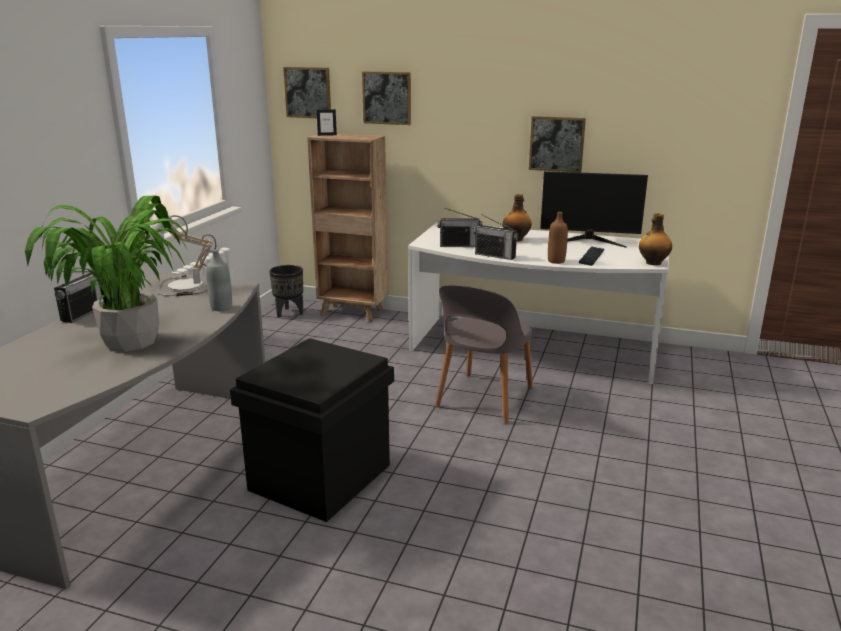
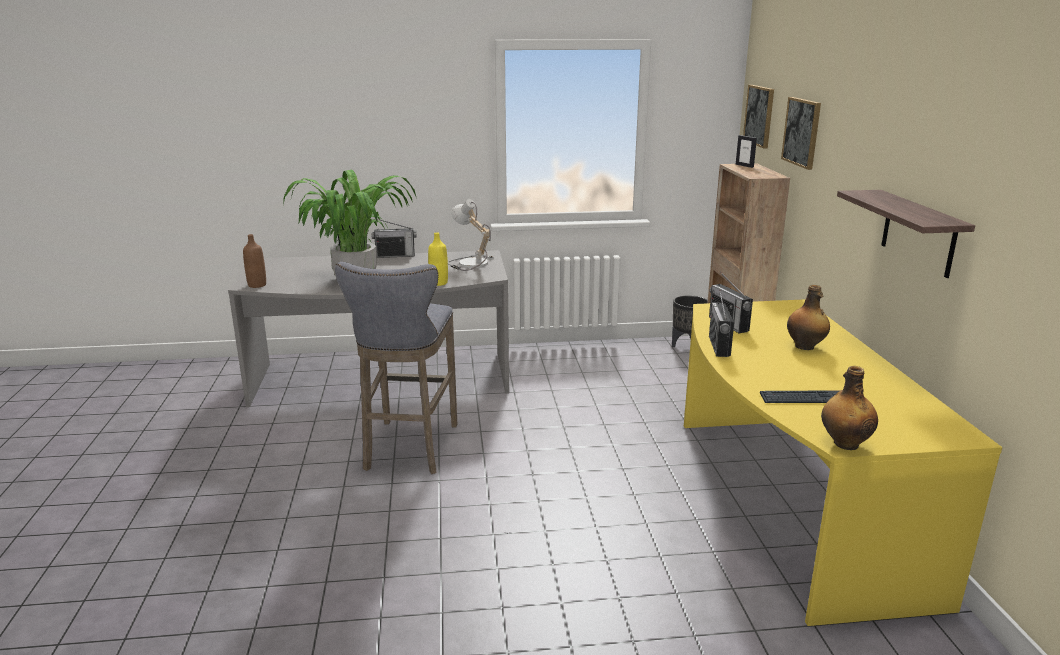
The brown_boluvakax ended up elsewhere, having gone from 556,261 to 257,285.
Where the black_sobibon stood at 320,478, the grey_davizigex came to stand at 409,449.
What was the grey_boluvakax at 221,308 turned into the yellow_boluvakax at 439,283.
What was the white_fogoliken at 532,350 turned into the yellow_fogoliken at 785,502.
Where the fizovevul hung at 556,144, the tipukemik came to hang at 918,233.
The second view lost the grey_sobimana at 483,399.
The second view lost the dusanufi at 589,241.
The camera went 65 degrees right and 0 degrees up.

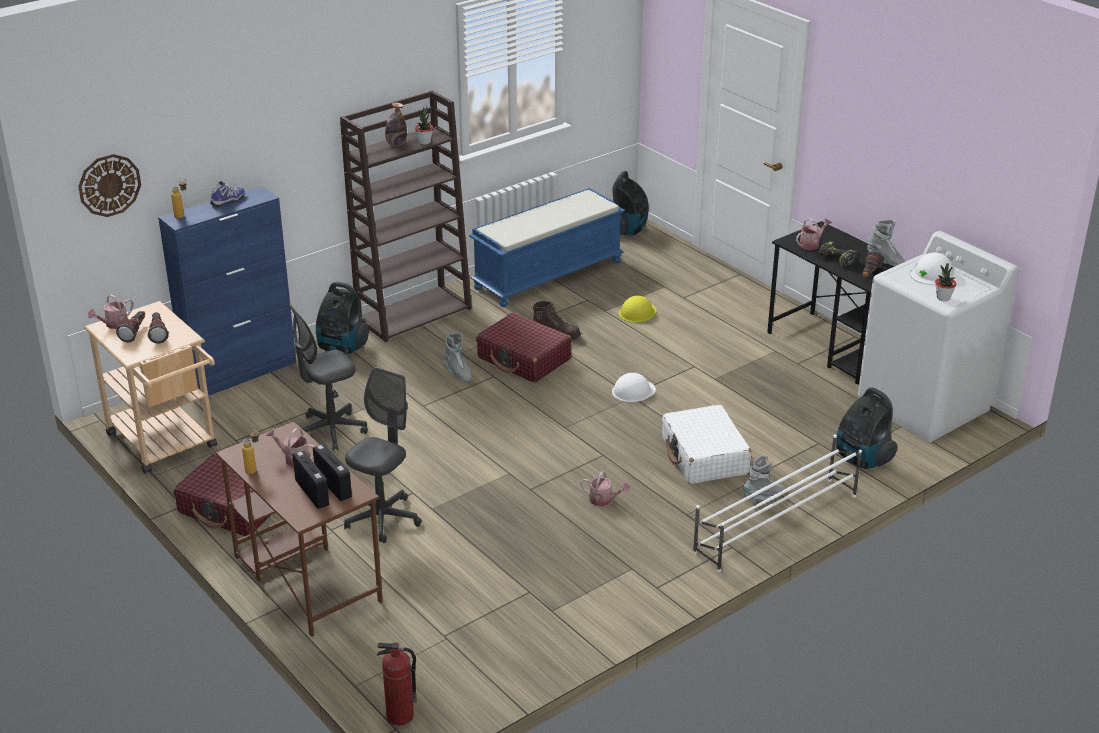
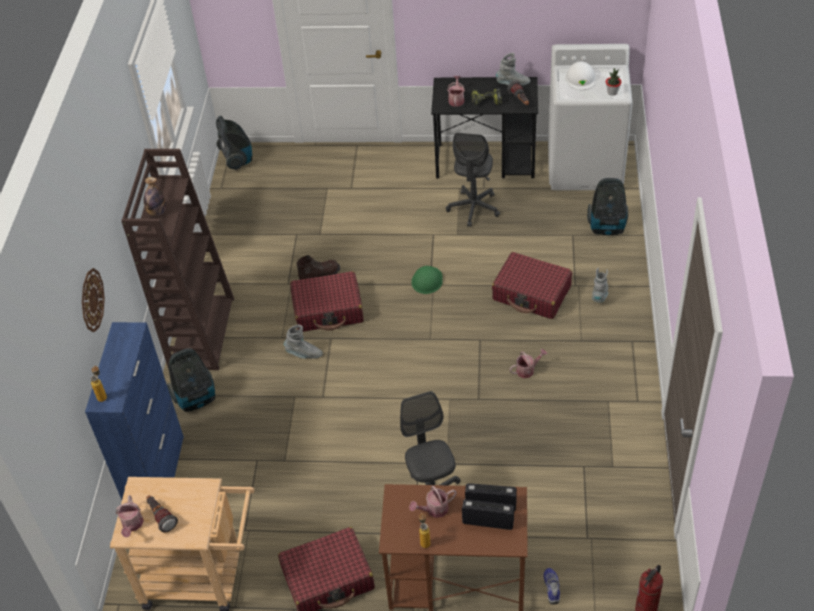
The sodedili ended up elsewhere, having gone from 109,185 to 92,300.
What was the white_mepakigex at 633,391 turned into the green_mepakigex at 427,280.
The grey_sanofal ended up elsewhere, having gone from 331,431 to 473,208.
What was the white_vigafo at 704,456 turned into the red_vigafo at 532,293.
The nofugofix ended up elsewhere, having gone from 228,201 to 552,588.
The second view lost the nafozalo at 158,333.
The second view lost the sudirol at 424,142.
The second view lost the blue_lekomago at 548,274.
The second view lost the yellow_mepakigex at 637,312.
The second view lost the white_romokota at 775,524.
The camera went 45 degrees left and 15 degrees up.

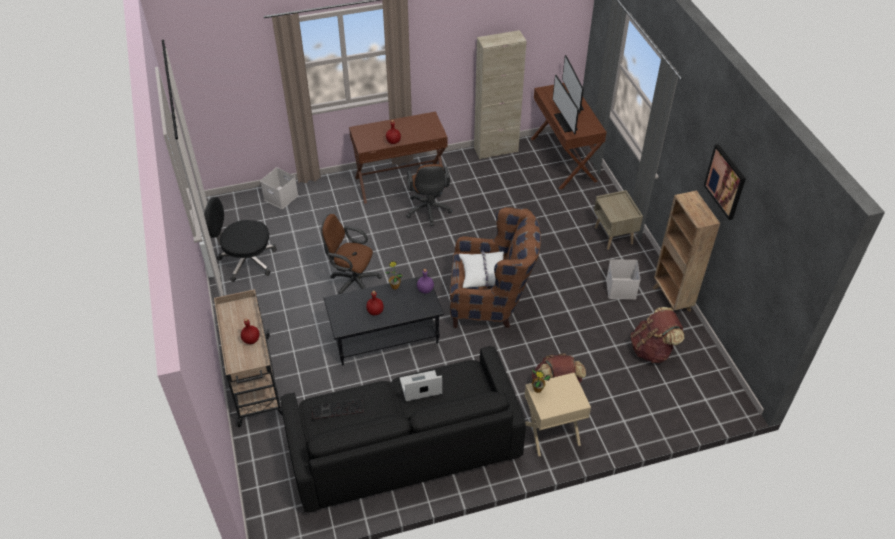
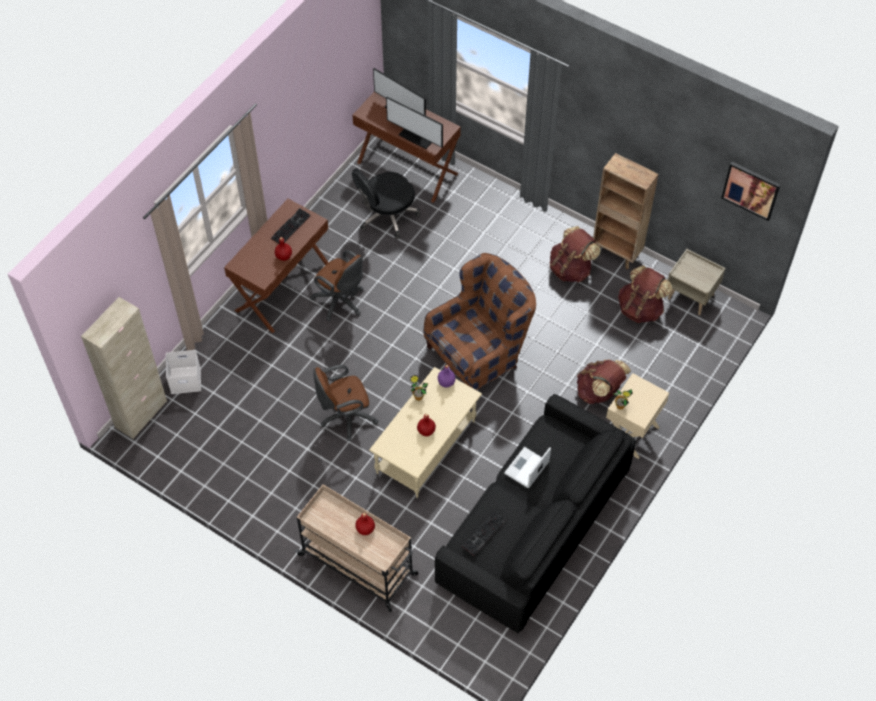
The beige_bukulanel ended up elsewhere, having gone from 496,150 to 141,414.
The second view gained the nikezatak at 290,226.
The black_sanofal ended up elsewhere, having gone from 246,261 to 386,216.
What was the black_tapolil at 385,337 turned into the beige_tapolil at 426,448.
Where the white_sobibon stood at 621,289, the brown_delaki came to stand at 571,269.
The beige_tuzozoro ended up elsewhere, having gone from 614,236 to 691,297.
The fizovevul ended up elsewhere, having gone from 725,181 to 751,190.
The second view lost the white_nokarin at 483,273.
The camera went 40 degrees left and 10 degrees up.

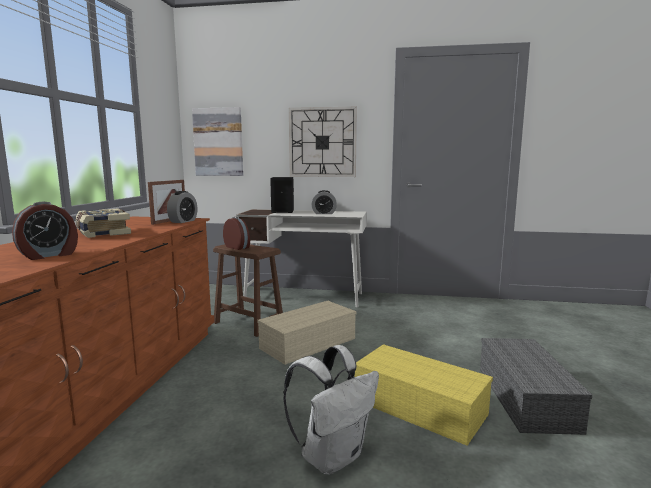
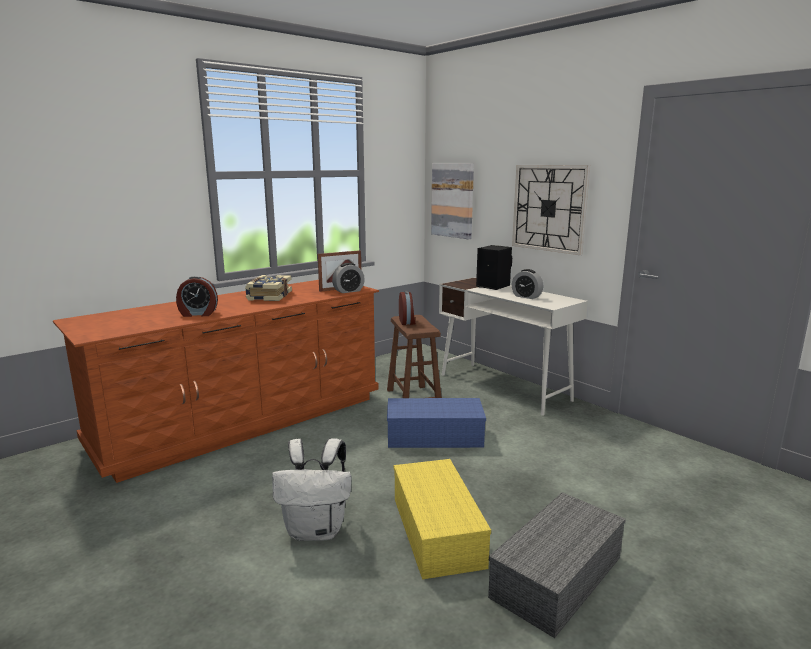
What was the beige_sobibon at 308,342 turned into the blue_sobibon at 436,435.
The camera went 40 degrees right and 5 degrees up.

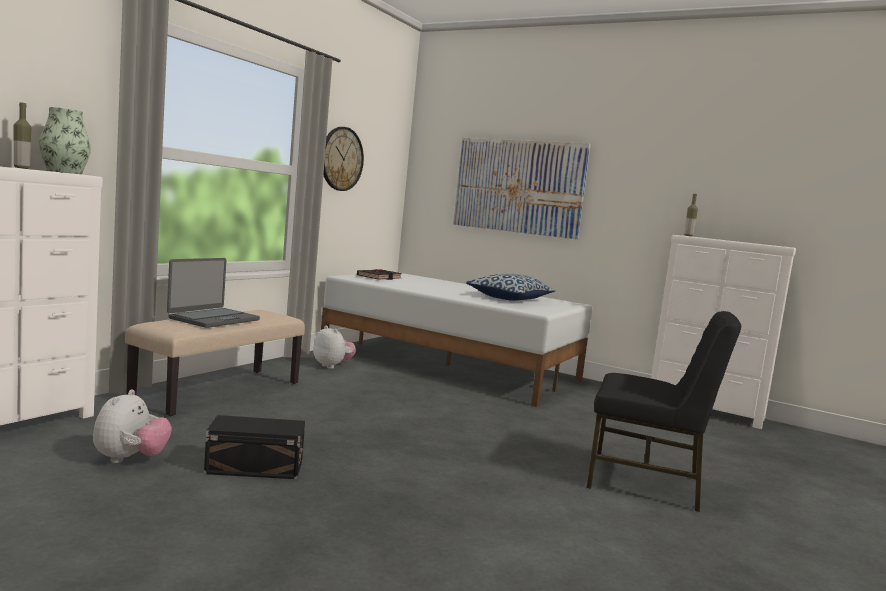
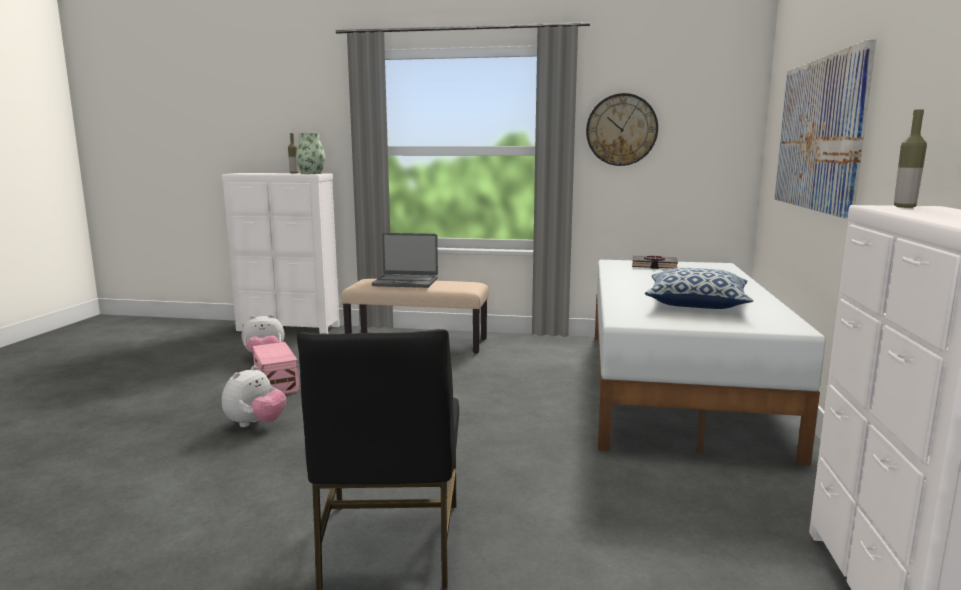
The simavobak ended up elsewhere, having gone from 332,366 to 255,424.
What was the black_sobibon at 256,468 turned into the pink_sobibon at 275,384.
The camera went 70 degrees right and 5 degrees up.

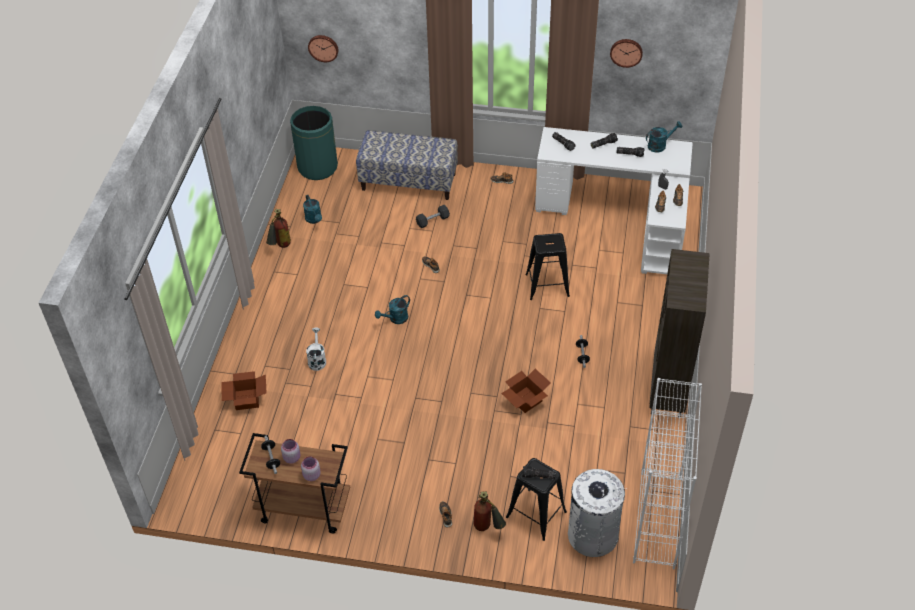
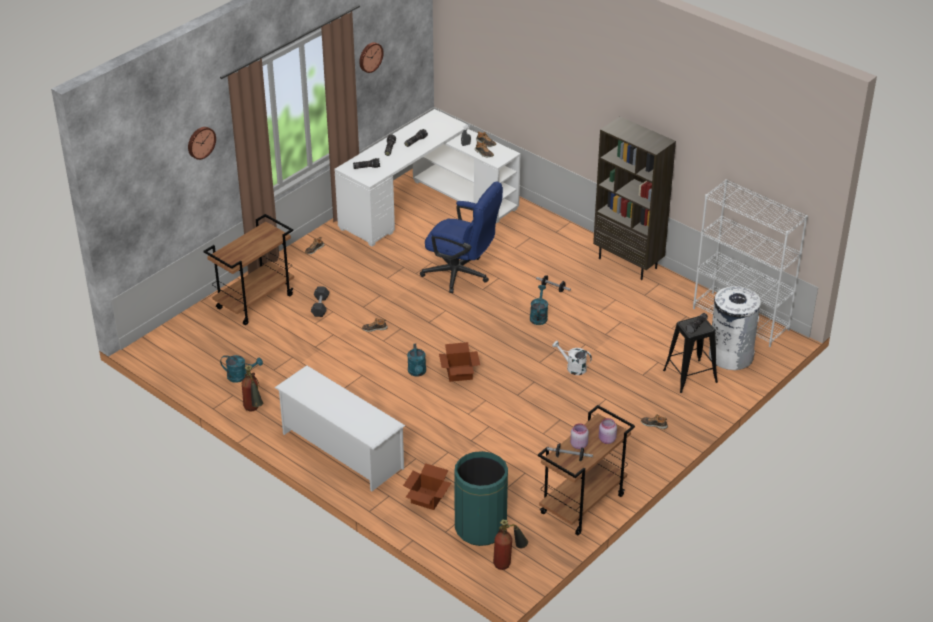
The sodedili ended up elsewhere, having gone from 323,47 to 200,142.
Where the lekomago stood at 409,181, the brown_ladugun came to stand at 255,301.
The second view gained the white_romokota at 341,450.
Where the black_davizigex stood at 547,285, the blue_sanofal came to stand at 462,275.
The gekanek ended up elsewhere, having gone from 524,400 to 459,373.
The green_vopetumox ended up elsewhere, having gone from 317,167 to 480,528.
The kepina ended up elsewhere, having gone from 488,528 to 508,562.
The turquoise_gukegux ended up elsewhere, having gone from 660,145 to 538,316.
The white_gukegux ended up elsewhere, having gone from 317,359 to 572,367.
The camera went 60 degrees left and 10 degrees down.

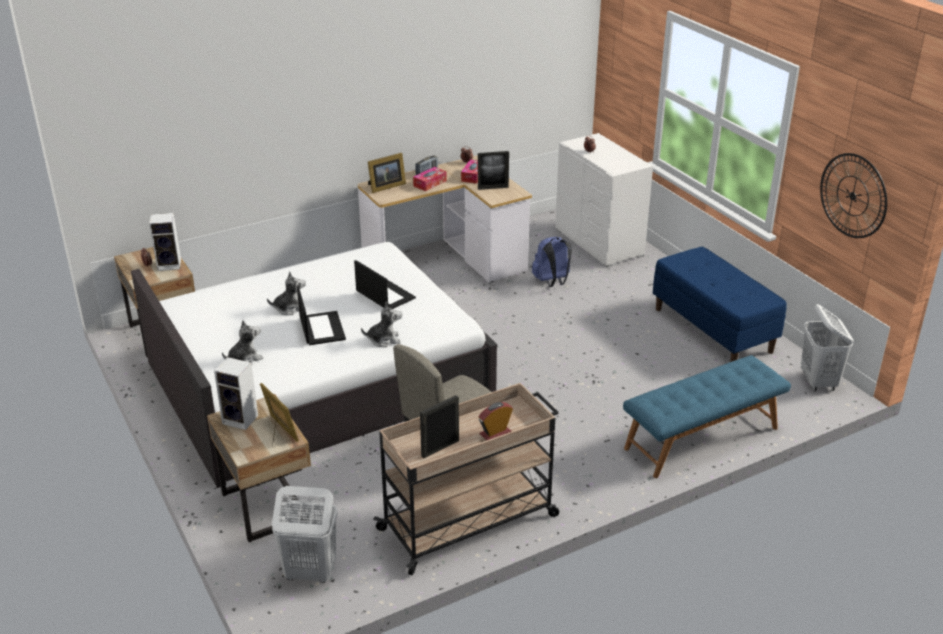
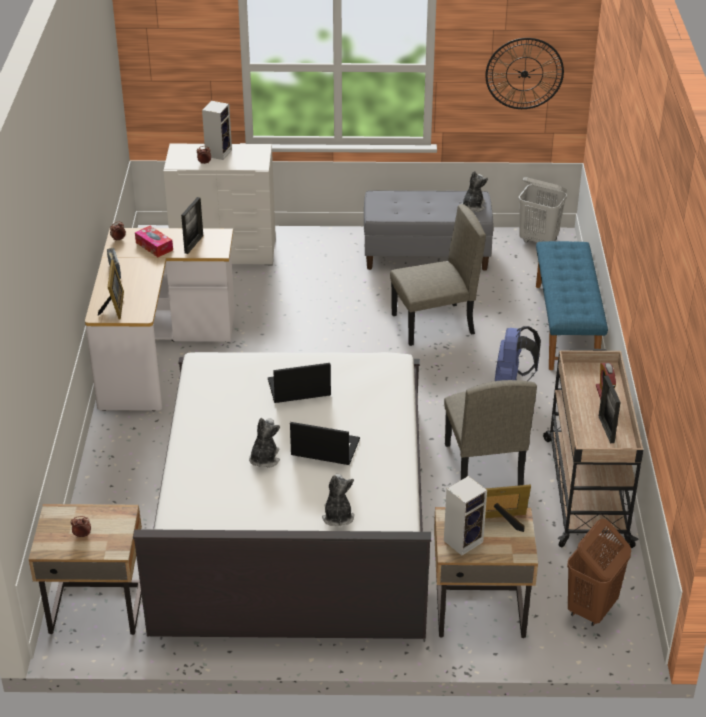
The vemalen ended up elsewhere, having gone from 170,264 to 218,152.
What was the blue_lekomago at 713,330 turned into the grey_lekomago at 426,255.
The second view gained the beige_sobimana at 433,324.
The simavobak ended up elsewhere, having gone from 384,340 to 473,206.
The blue_delaki ended up elsewhere, having gone from 552,282 to 512,378.
What was the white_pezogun at 310,572 turned into the brown_pezogun at 591,609.
The second view lost the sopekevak at 430,183.
The camera went 60 degrees left and 5 degrees up.

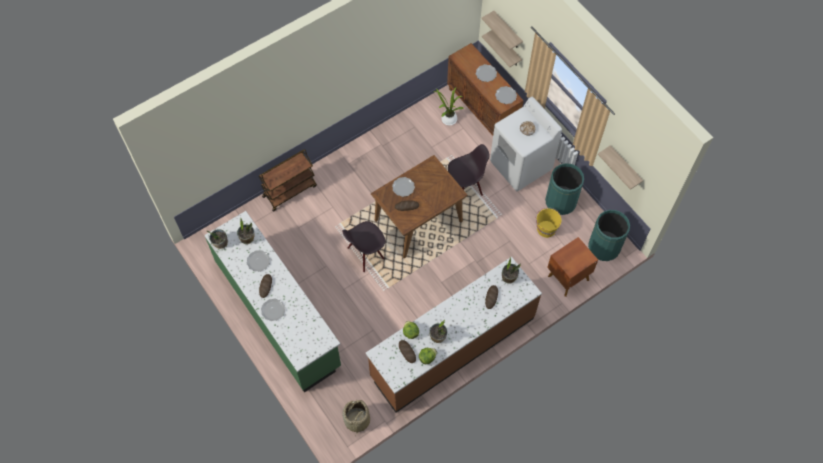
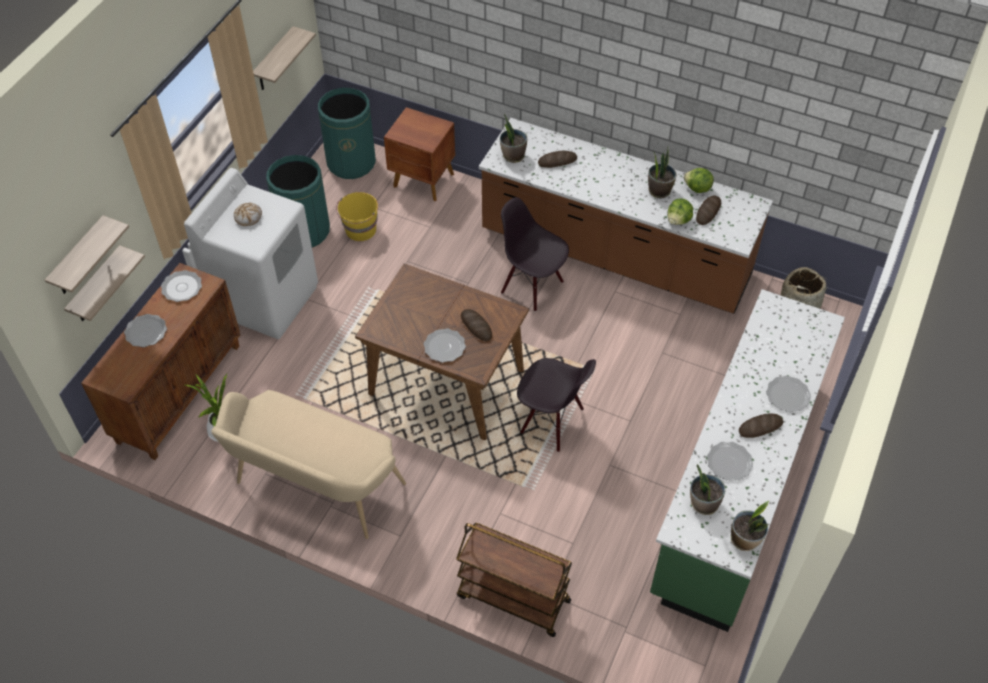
The second view gained the beige_lekomago at 314,488.
The black_sobimana ended up elsewhere, having gone from 466,186 to 532,286.
The camera went 120 degrees left and 10 degrees down.

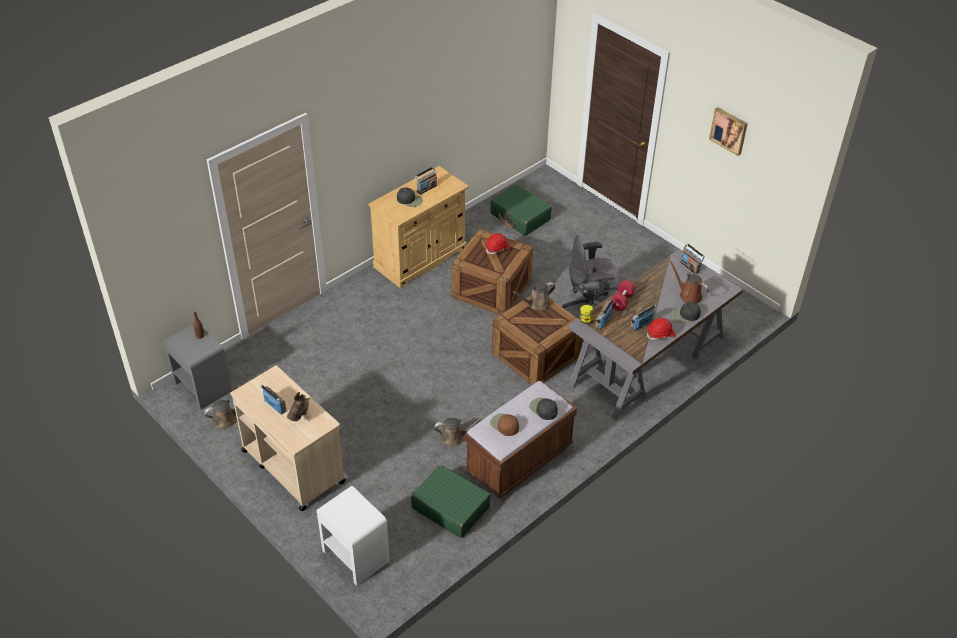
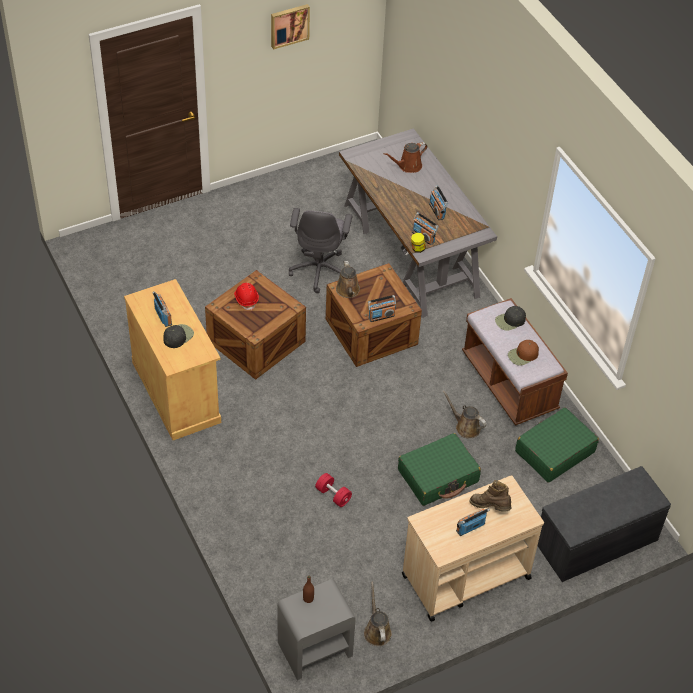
The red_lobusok ended up elsewhere, having gone from 621,301 to 333,495.
The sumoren ended up elsewhere, having gone from 690,266 to 381,316.
The green_vigafo ended up elsewhere, having gone from 520,217 to 438,476.
The brown_gukegux at 454,437 ended up facing another way, 60 degrees counterclockwise from before.
Where the white_tuzozoro stood at 355,555, the grey_lekomago came to stand at 596,542.
The second view lost the red_mepakigex at 660,334.
The second view lost the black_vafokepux at 685,315.
The camera went 75 degrees left and 5 degrees up.

